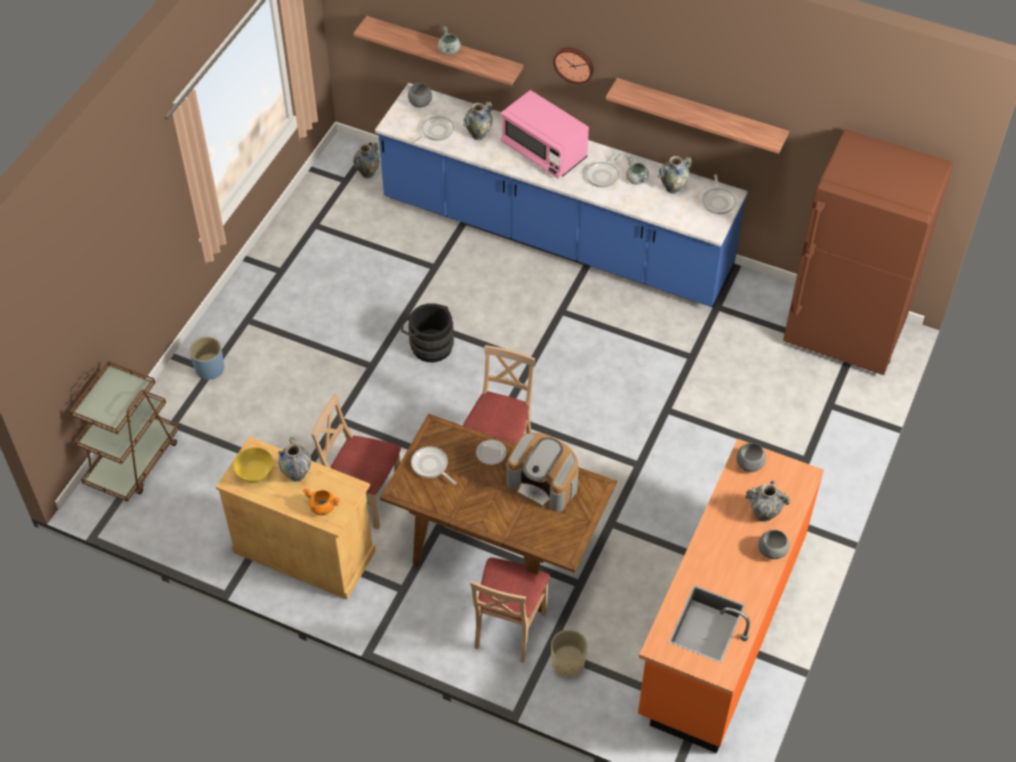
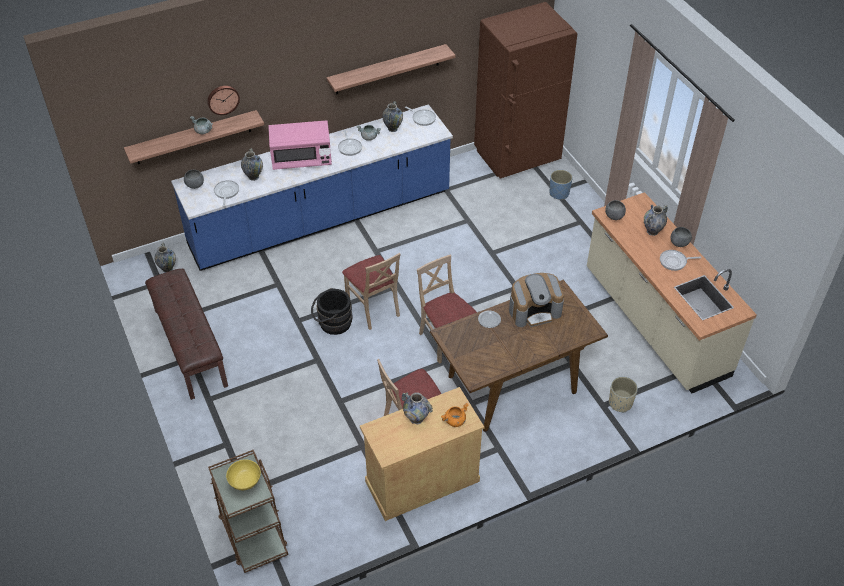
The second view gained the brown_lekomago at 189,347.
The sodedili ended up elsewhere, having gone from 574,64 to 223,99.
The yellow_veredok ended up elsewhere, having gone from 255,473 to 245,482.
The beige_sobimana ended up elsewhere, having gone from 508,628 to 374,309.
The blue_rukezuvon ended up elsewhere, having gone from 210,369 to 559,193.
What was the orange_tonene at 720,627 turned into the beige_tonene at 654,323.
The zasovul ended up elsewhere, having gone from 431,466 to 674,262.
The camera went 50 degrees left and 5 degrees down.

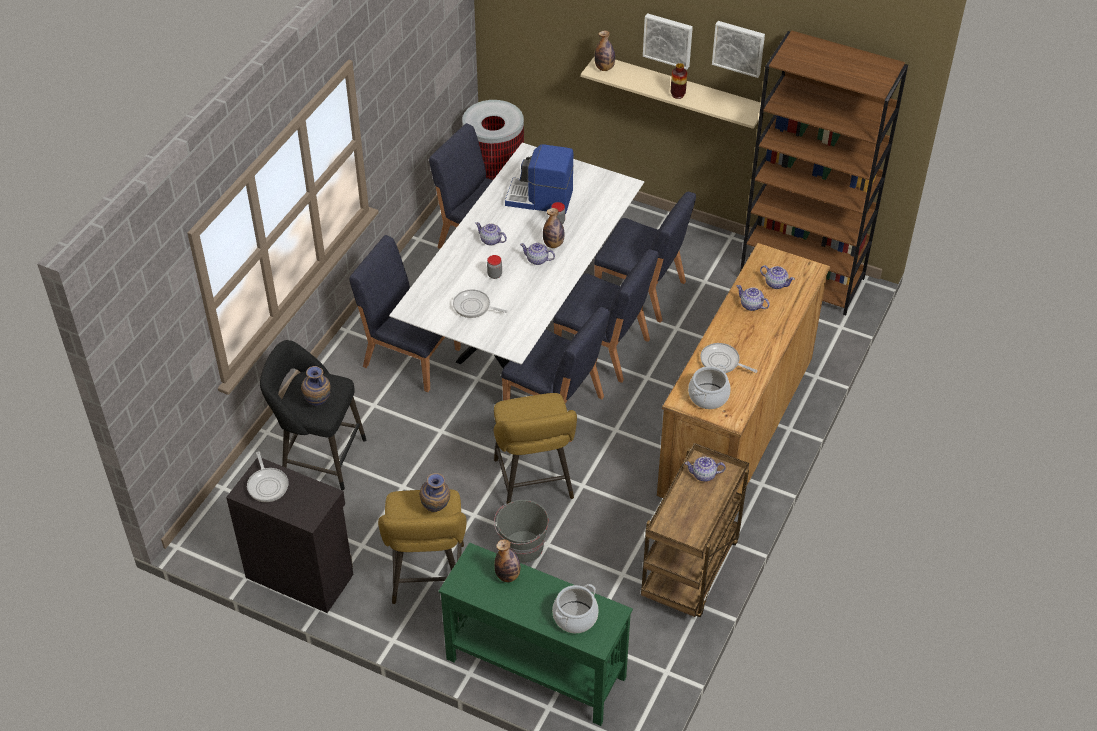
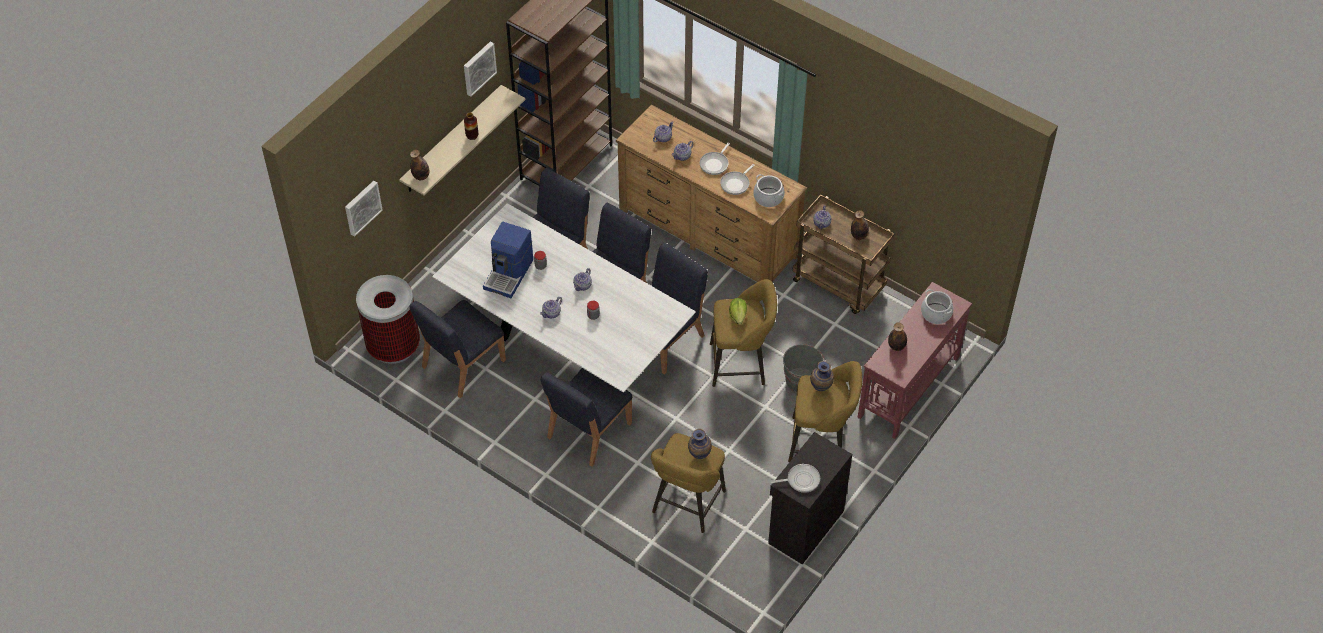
The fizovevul ended up elsewhere, having gone from 668,40 to 362,207.
What was the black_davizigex at 319,457 turned into the yellow_davizigex at 687,505.
The zasovul ended up elsewhere, having gone from 474,307 to 715,163.
The second view gained the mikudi at 738,316.
The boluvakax ended up elsewhere, having gone from 553,244 to 859,236.
What was the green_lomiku at 535,667 turned into the red_lomiku at 908,387.
The camera went 80 degrees left and 5 degrees up.

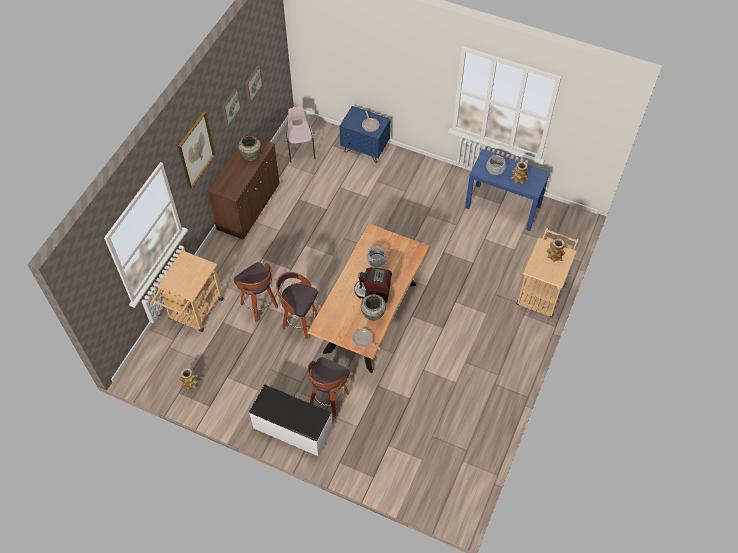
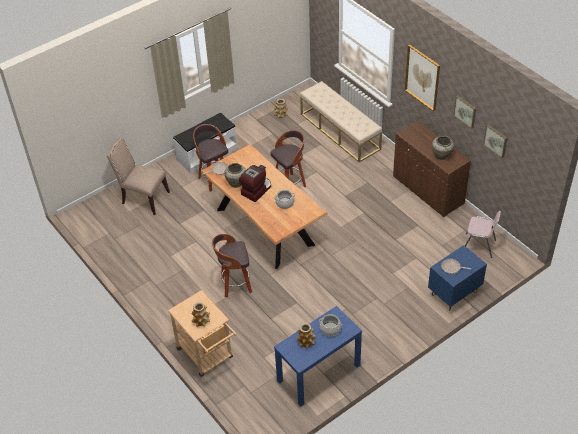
The second view gained the beige_sobimana at 143,198.
The davizigex ended up elsewhere, having gone from 260,306 to 235,285.
Where the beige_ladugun stood at 194,312, the beige_lekomago came to stand at 340,131.
The camera went 120 degrees right and 10 degrees down.

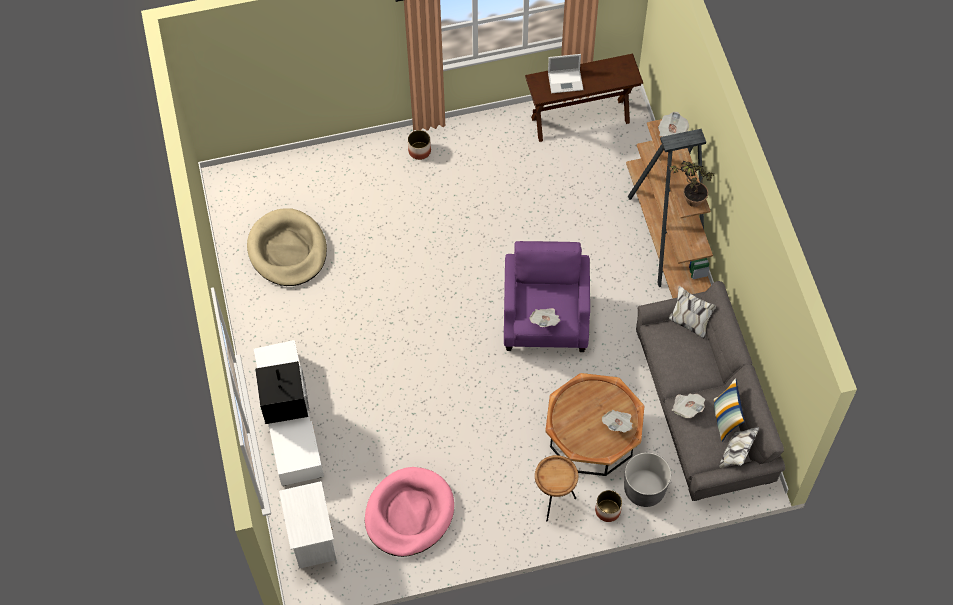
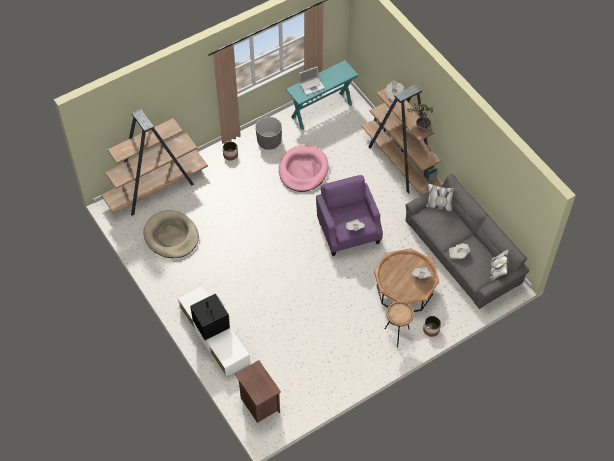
The second view gained the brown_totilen at 156,188.
What was the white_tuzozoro at 312,541 turned into the brown_tuzozoro at 259,404.
The grey_rukezuvon ended up elsewhere, having gone from 644,489 to 269,141.
The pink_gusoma ended up elsewhere, having gone from 409,513 to 303,170.
What was the brown_lomiku at 580,120 turned into the turquoise_lomiku at 321,110.
The second view lost the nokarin at 725,419.
The camera went 20 degrees left and 5 degrees down.

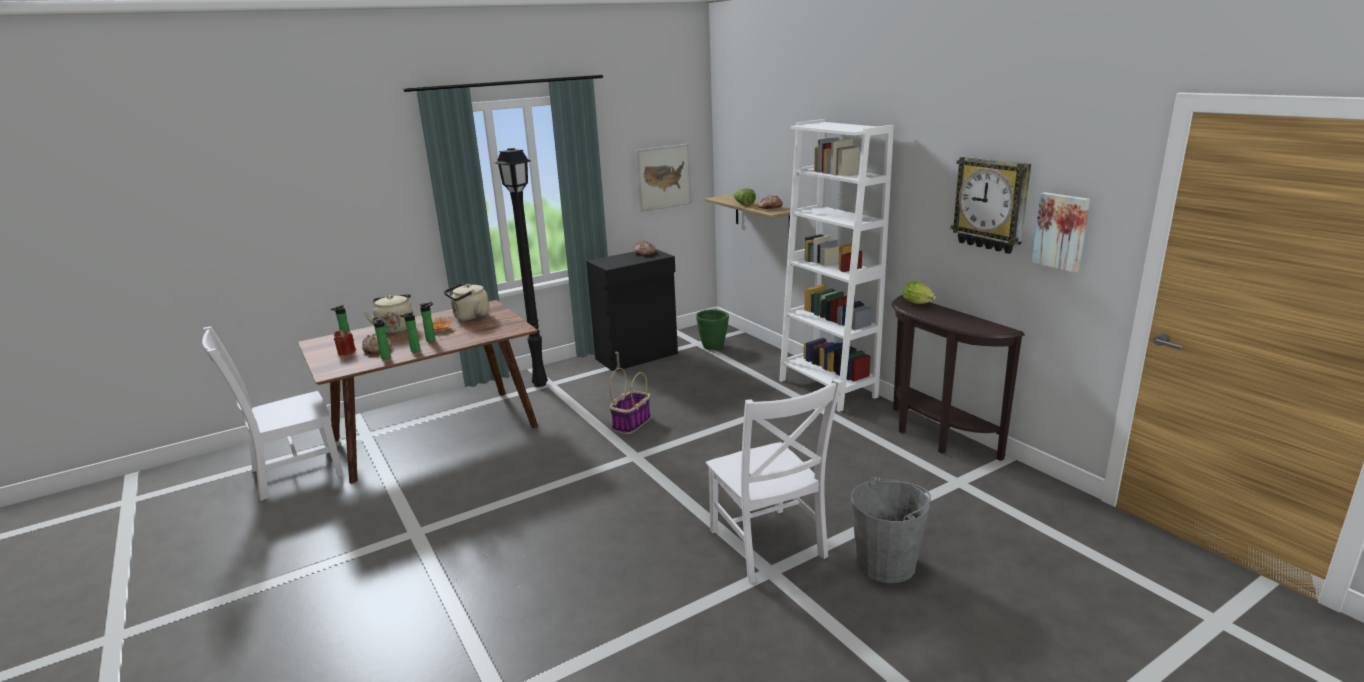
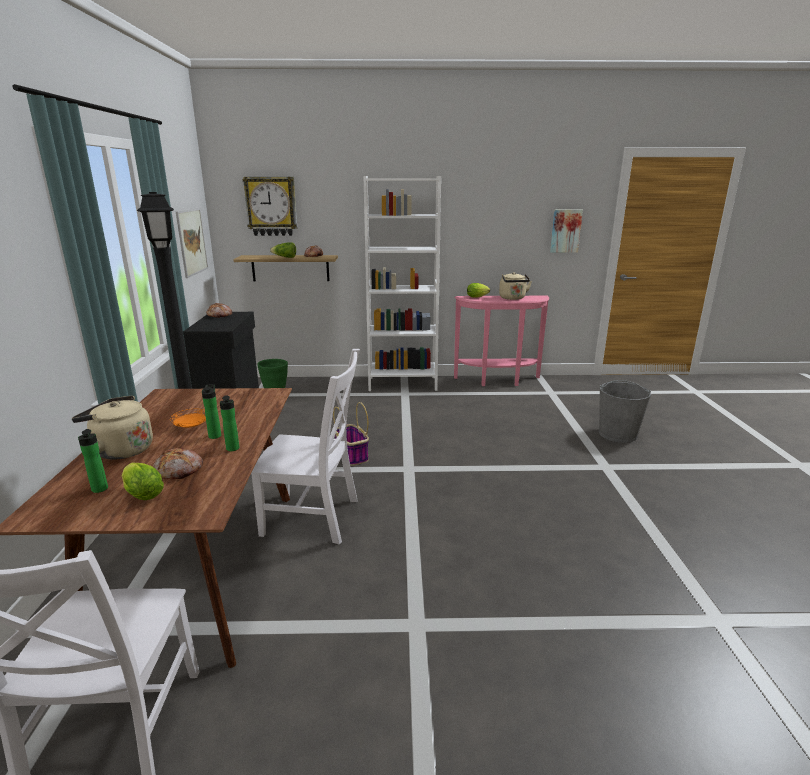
Where the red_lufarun stood at 346,352, the mikudi came to stand at 142,493.
The sodedili ended up elsewhere, having gone from 991,204 to 271,206.
The white_sobimana ended up elsewhere, having gone from 768,546 to 315,518.
What was the brown_lomiku at 934,437 turned into the pink_lomiku at 498,381.
The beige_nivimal ended up elsewhere, having gone from 470,318 to 513,298.
The second view lost the boluvakax at 385,357.
The camera went 60 degrees left and 0 degrees up.

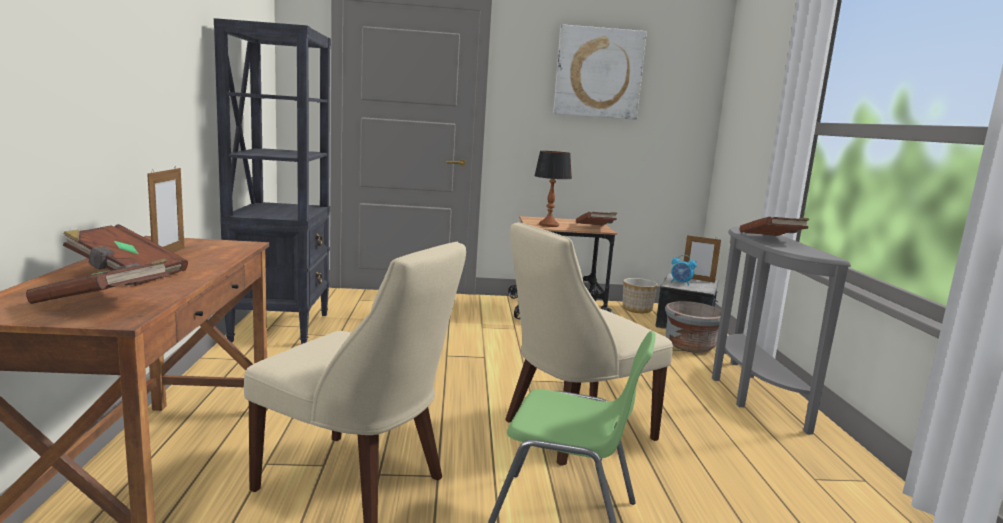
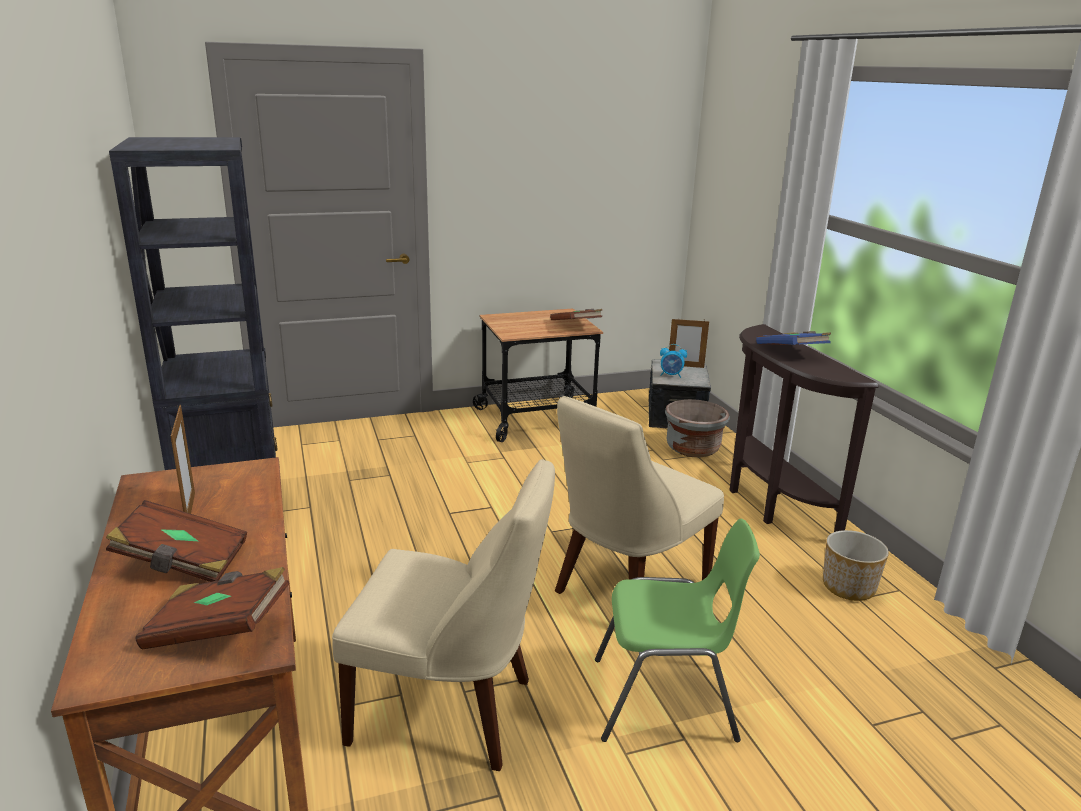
What was the grey_lomiku at 748,393 turned into the brown_lomiku at 769,504.
What was the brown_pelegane at 771,239 turned into the blue_pelegane at 791,352.
The rukezuvon ended up elsewhere, having gone from 637,309 to 848,586.
The second view lost the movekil at 548,225.
The second view lost the fizovevul at 598,73.
The camera went 15 degrees left and 10 degrees up.

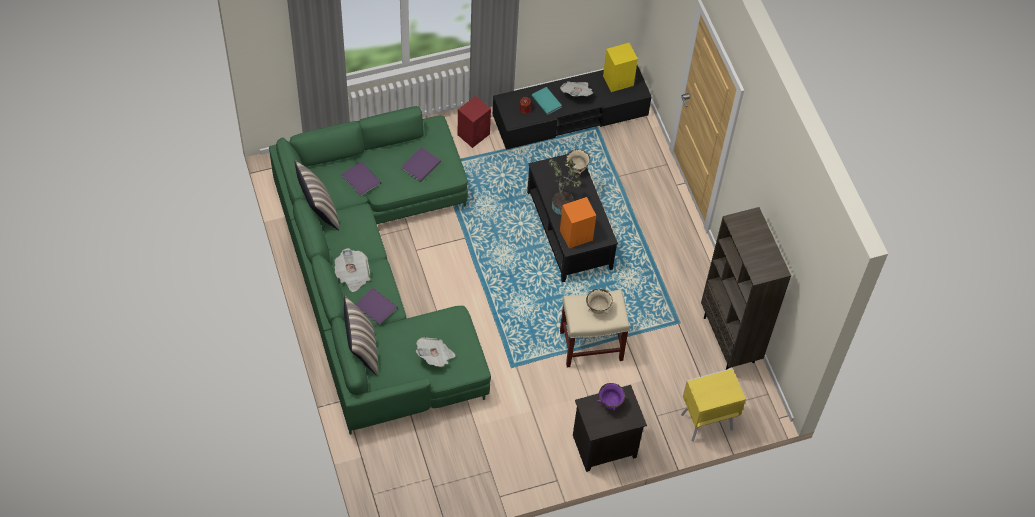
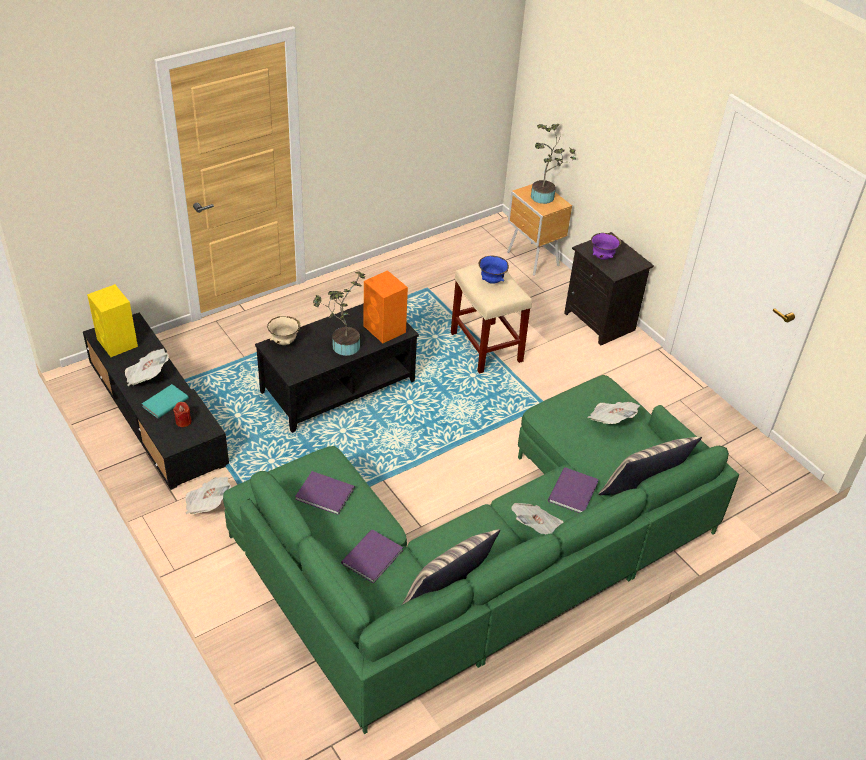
Where the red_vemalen stood at 474,134, the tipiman came to stand at 207,504.
What was the beige_veredok at 598,308 turned into the blue_veredok at 491,281.
What was the yellow_tuzozoro at 705,422 turned into the brown_tuzozoro at 533,260.
The second view gained the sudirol at 545,197.
The second view lost the brown_totilen at 730,340.
The camera went 105 degrees left and 15 degrees down.

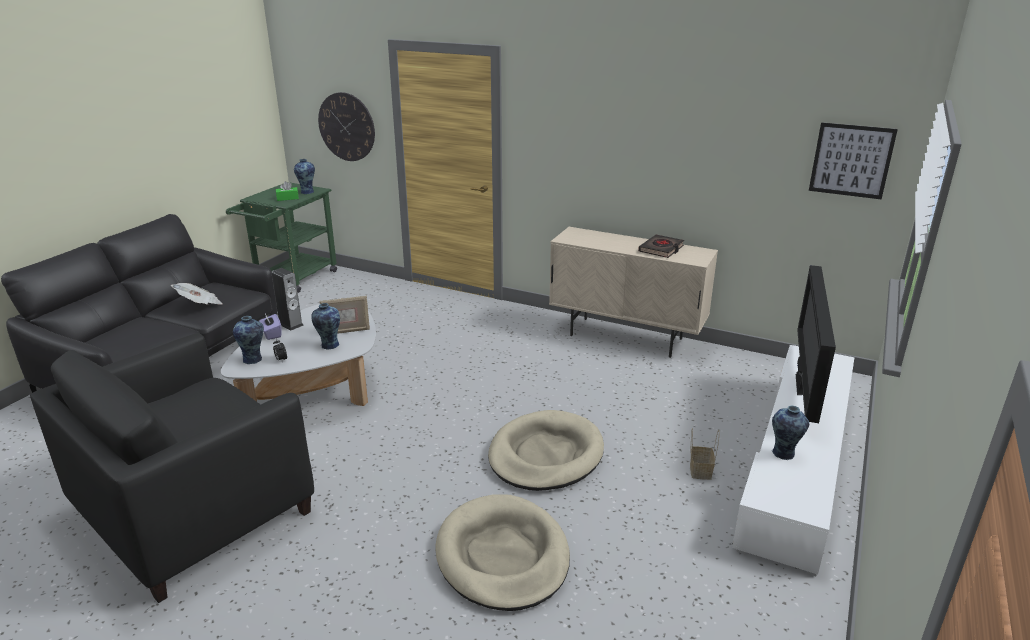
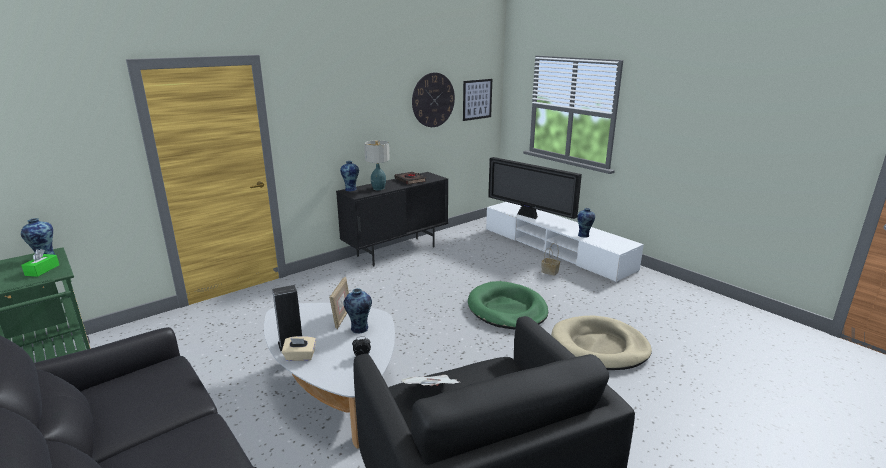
What was the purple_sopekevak at 271,334 turned into the beige_sopekevak at 300,357.
What was the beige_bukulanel at 626,337 turned into the black_bukulanel at 396,251.
The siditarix ended up elsewhere, having gone from 253,359 to 351,189.
The second view gained the movekil at 378,188.
The tipiman ended up elsewhere, having gone from 200,304 to 432,393.
The sodedili ended up elsewhere, having gone from 346,127 to 433,100.
What was the beige_gusoma at 545,455 turned into the green_gusoma at 507,309.
The camera went 65 degrees left and 5 degrees down.

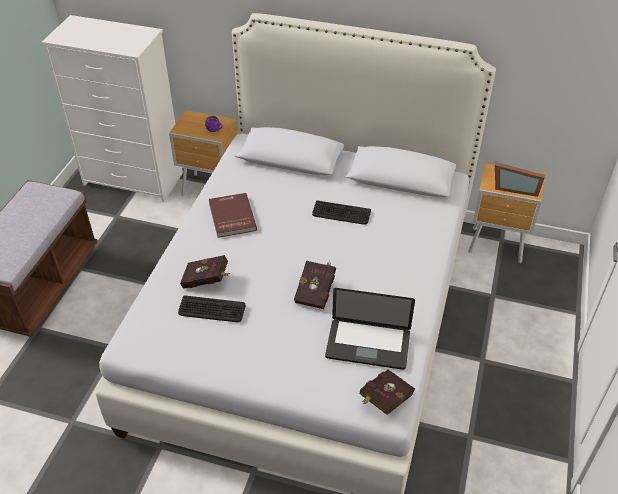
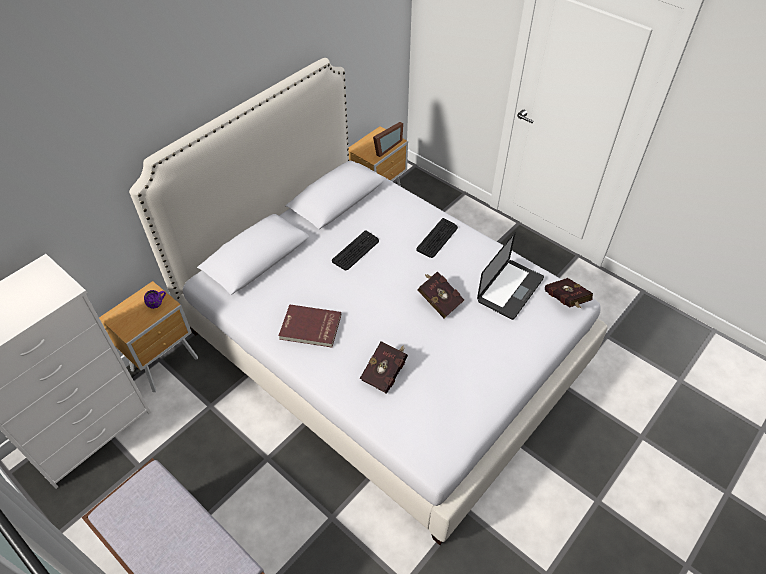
The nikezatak ended up elsewhere, having gone from 211,310 to 437,238.
The camera went 65 degrees left and 5 degrees up.

